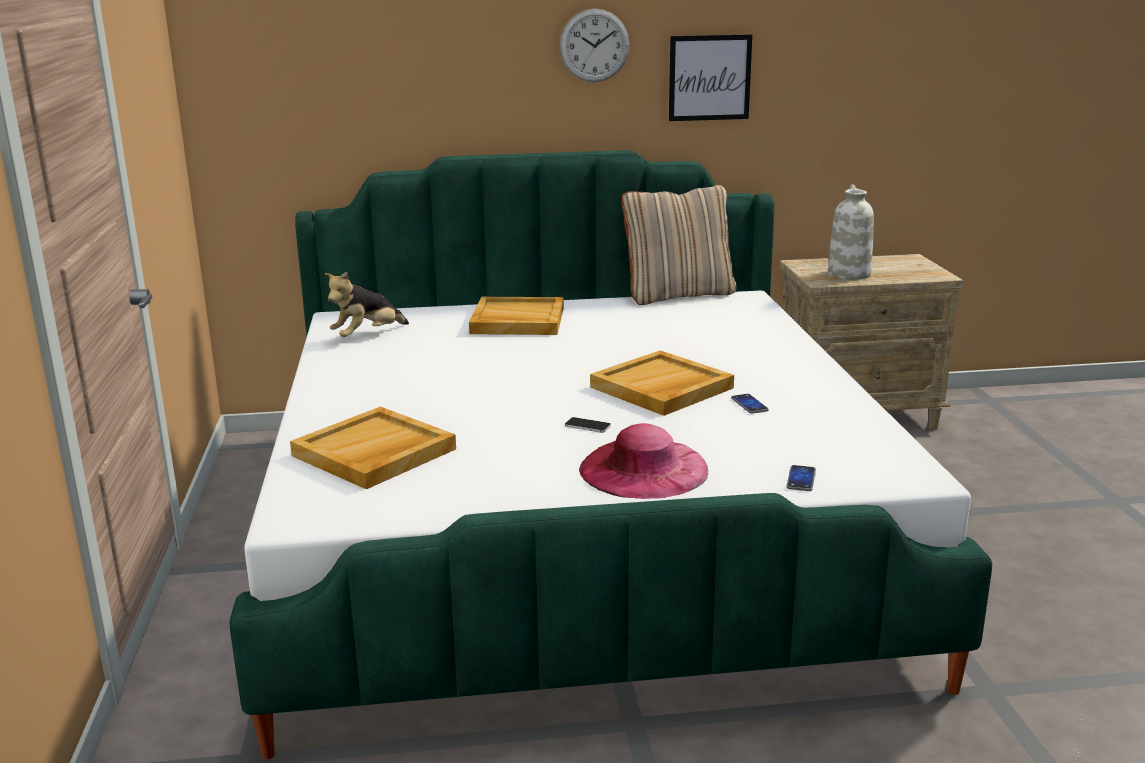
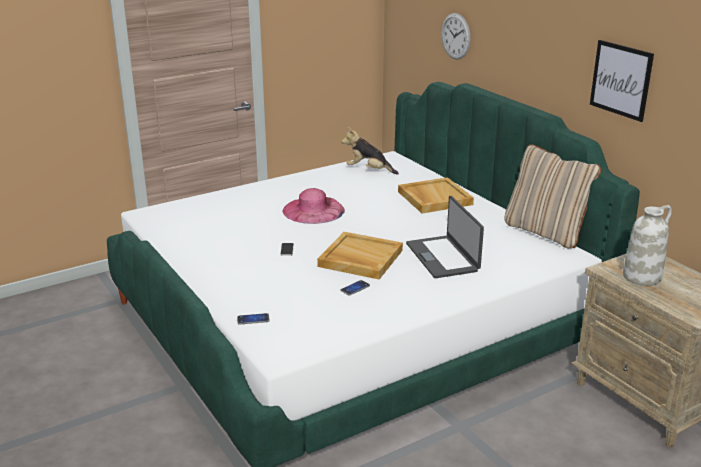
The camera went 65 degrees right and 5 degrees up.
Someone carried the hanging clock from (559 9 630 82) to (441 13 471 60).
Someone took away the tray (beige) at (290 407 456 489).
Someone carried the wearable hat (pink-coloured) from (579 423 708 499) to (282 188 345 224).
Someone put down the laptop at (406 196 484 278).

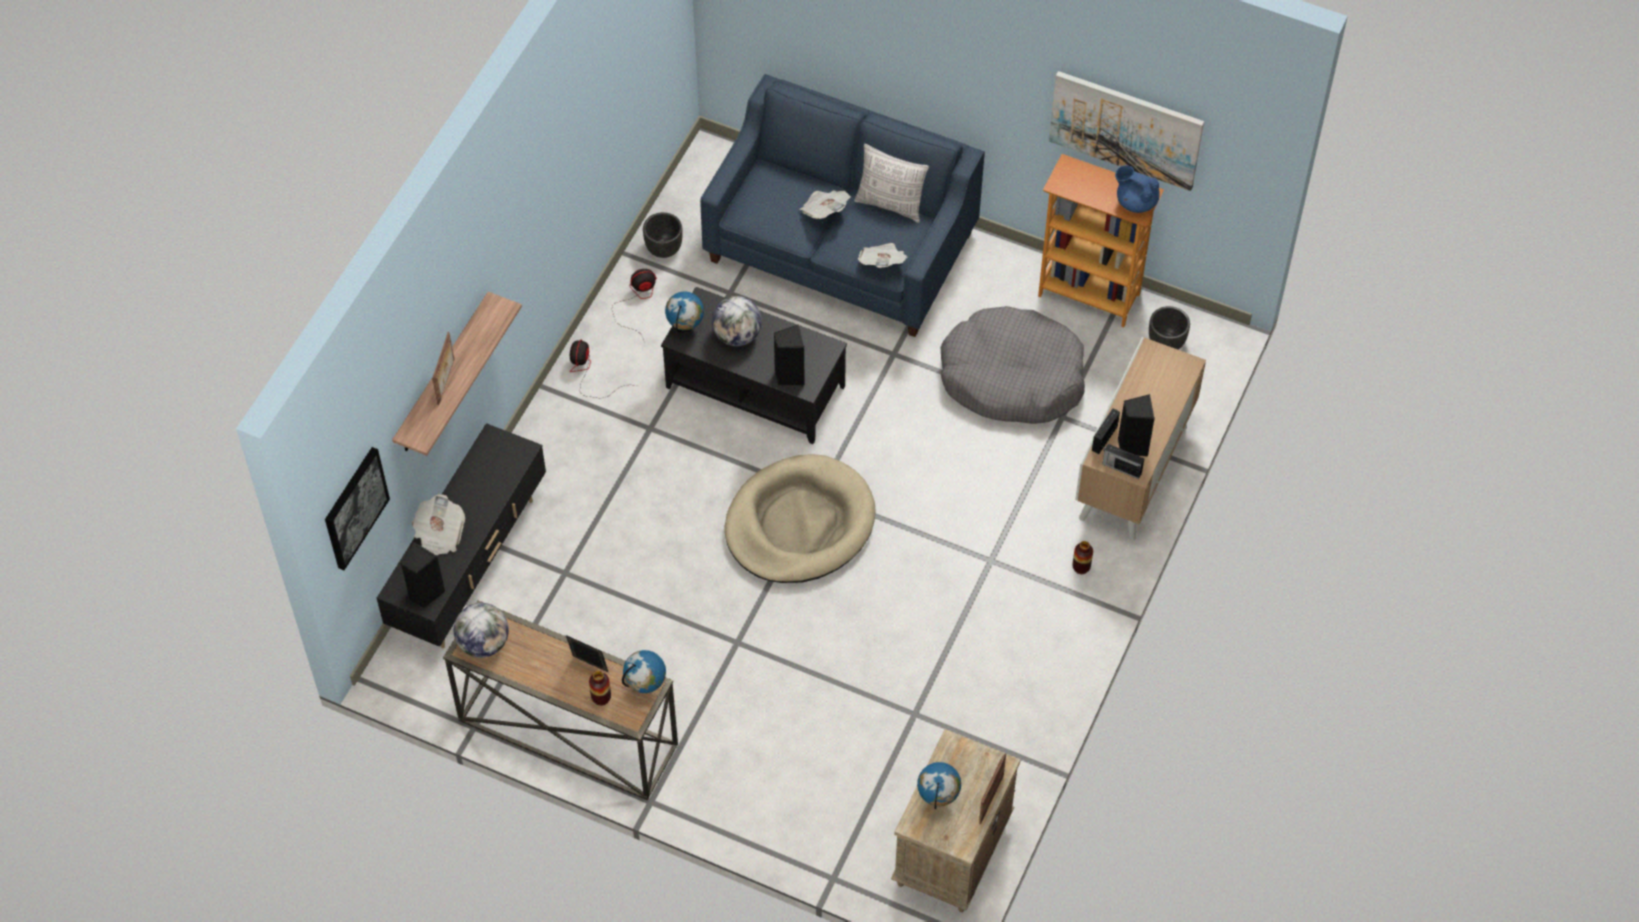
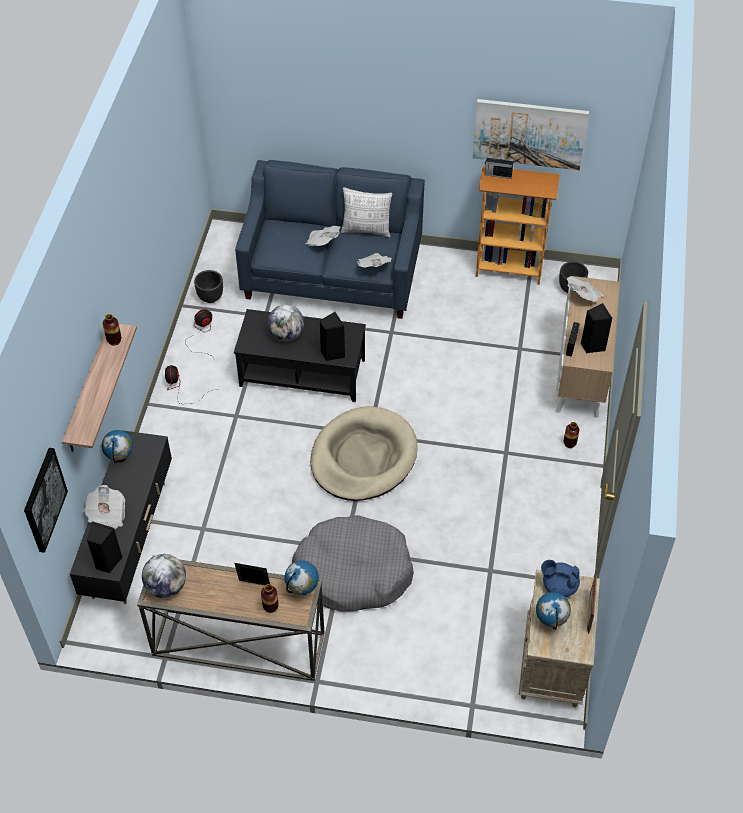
The camera went 15 degrees left and 5 degrees down.
Someone carried the tea pot (bluish) from (1115 165 1160 213) to (541 560 580 597).
Someone carried the world globe from (665 292 704 333) to (102 430 133 463).
Someone carried the pet bed (greyish) from (941 306 1085 424) to (292 515 414 612).
Someone took away the standing frame at (432 332 454 405).
Someone carried the radio set from (1102 444 1144 479) to (485 158 514 179).
Someone put down the daily paper at (567 276 604 302).
Someone put down the flower vase at (103 314 122 345).

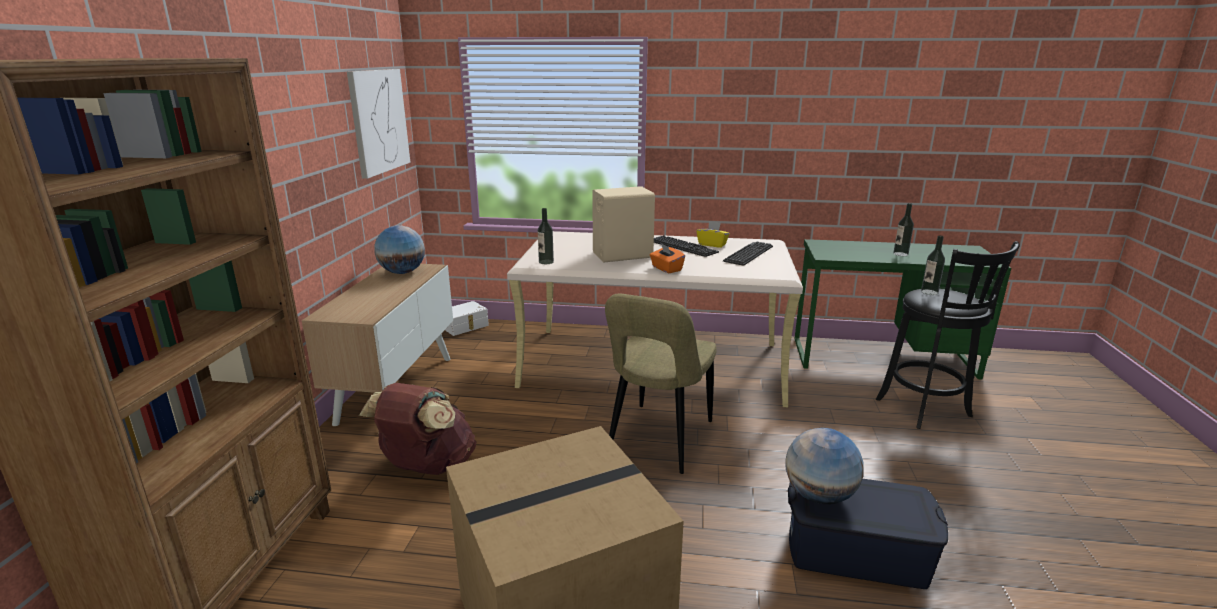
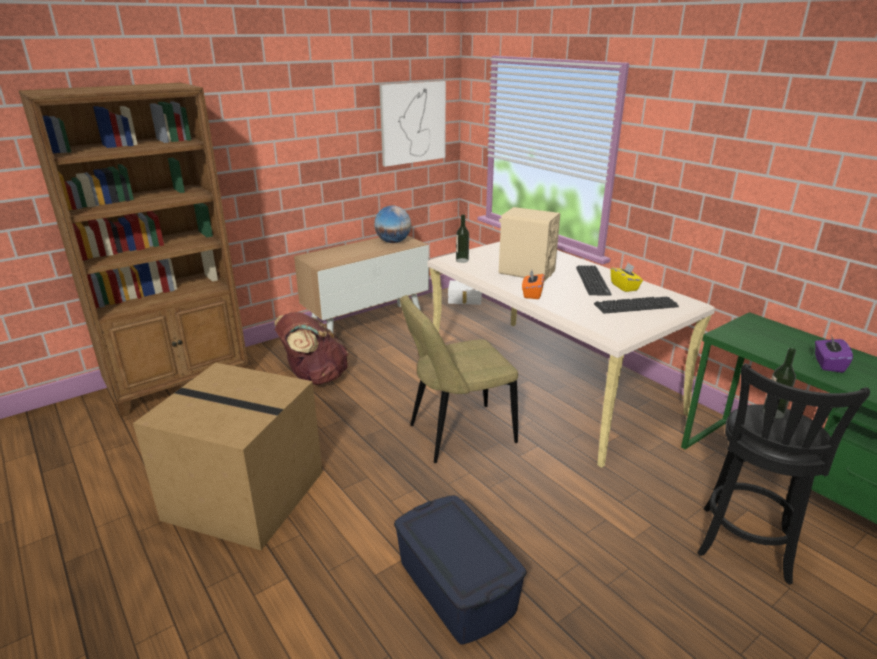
The camera went 45 degrees right and 5 degrees up.
Someone swapped the bottle at (893 203 914 256) for the tissue box (purple-coloured) at (815 335 853 373).
Someone took away the world globe at (785 428 864 504).

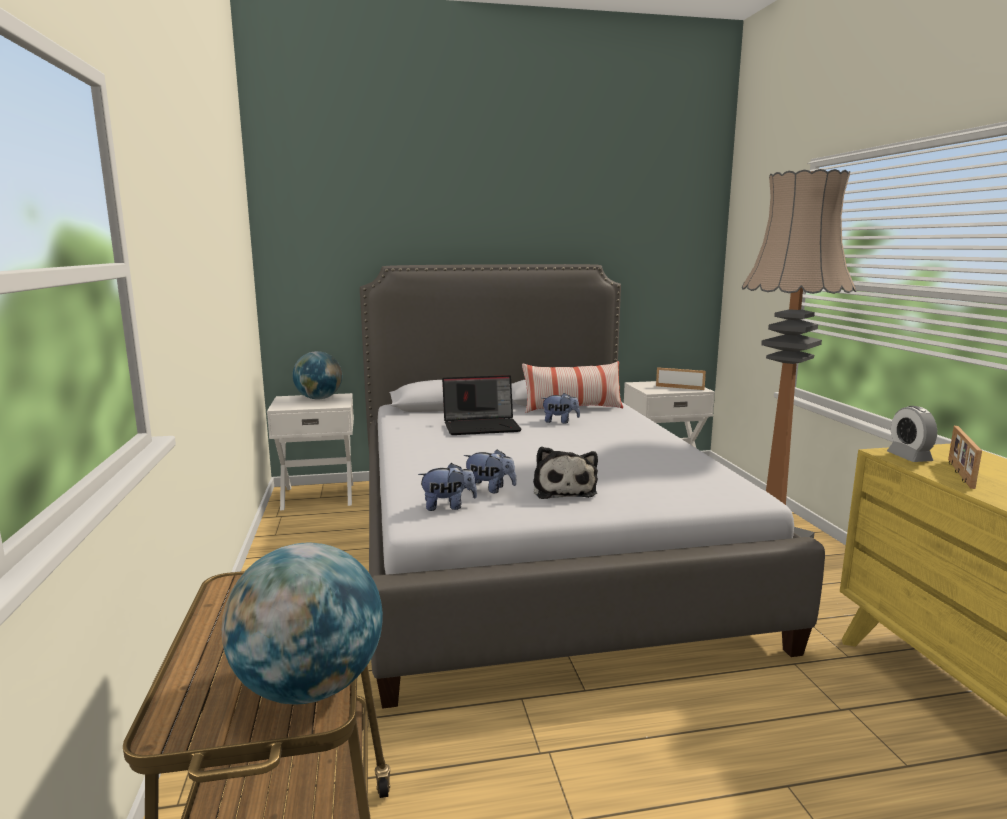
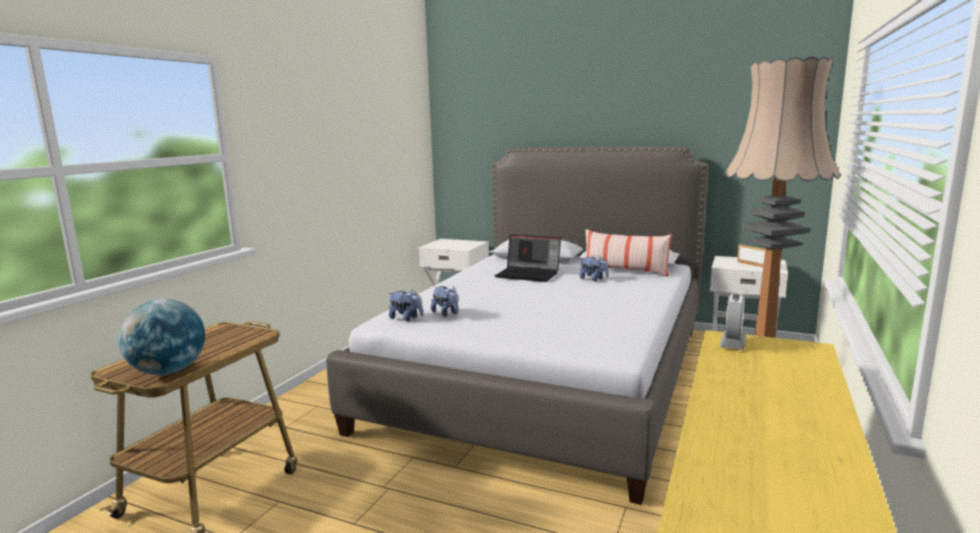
The camera went 35 degrees right and 0 degrees up.
Someone took away the world globe at (293 351 342 399).
Someone took away the standing frame at (948 426 982 489).
Someone took away the plush toy at (533 446 598 499).

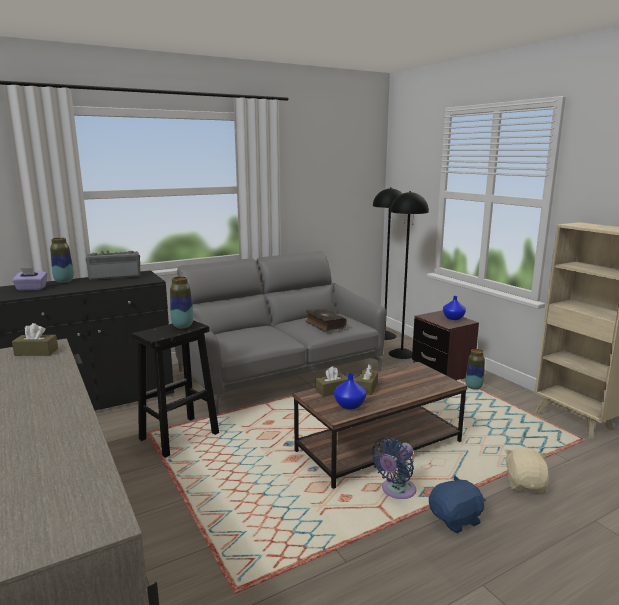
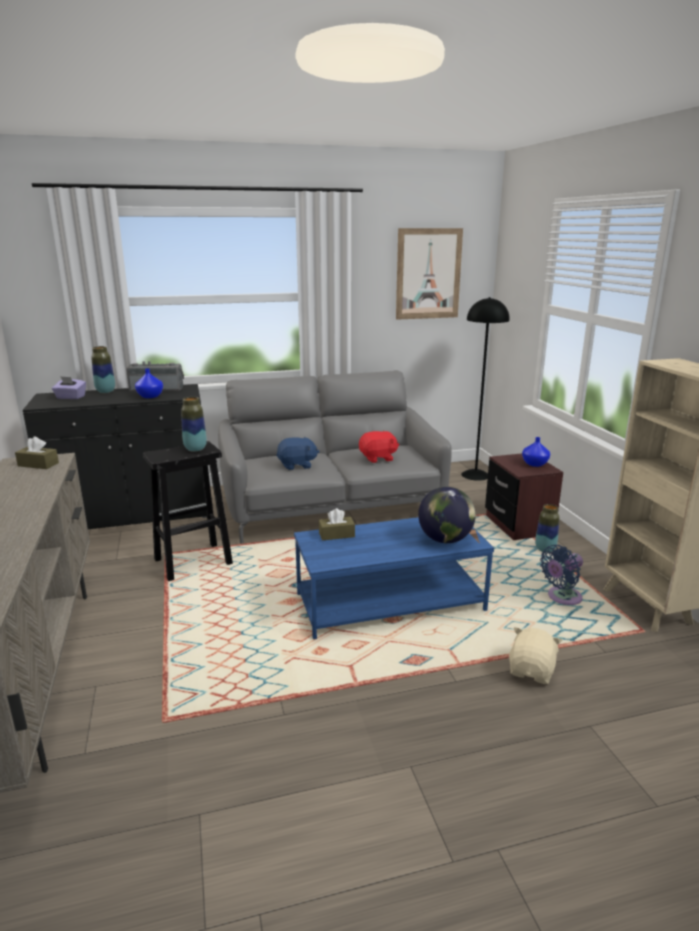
The camera went 15 degrees right and 5 degrees up.
Someone took away the standing lamp (black-coloured) at (389 191 429 359).
Someone swapped the book at (305 309 347 331) for the plush toy (reddish) at (359 430 399 463).
Someone repainted the low table (brown) at (293 362 467 489), which became the low table (bluish) at (294 517 494 639).
Someone took away the tissue box (brown) at (356 364 378 395).
Someone carried the flower vase (bluish) from (334 374 366 409) to (135 368 163 398).
Someone carried the cooling fan (bluish) from (371 437 416 499) to (540 545 583 605).
Someone carried the plush toy (bluish) from (429 476 486 533) to (276 437 320 470).
Someone put up the wall picture at (396 228 463 320).
Someone put down the world globe at (418 487 476 543).

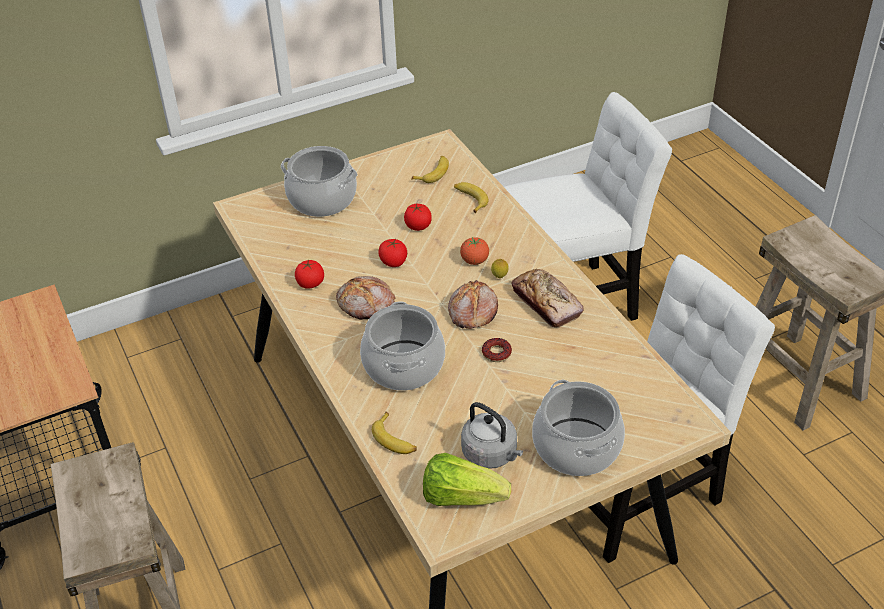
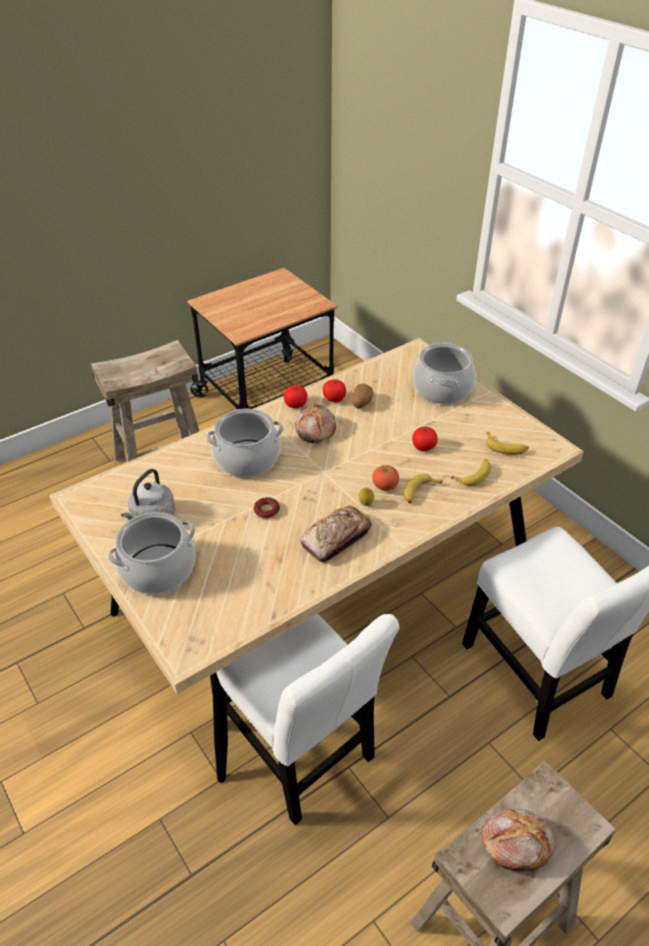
The camera went 80 degrees right and 0 degrees up.
Someone carried the fresh tomato from (378 239 407 267) to (284 385 307 408).
Someone carried the baked bread from (448 280 498 329) to (481 808 556 872).
Someone carried the banana from (372 412 417 454) to (404 474 443 503).
Someone took away the head of lettuce at (423 453 511 506).
Someone put down the spud at (353 384 373 409).

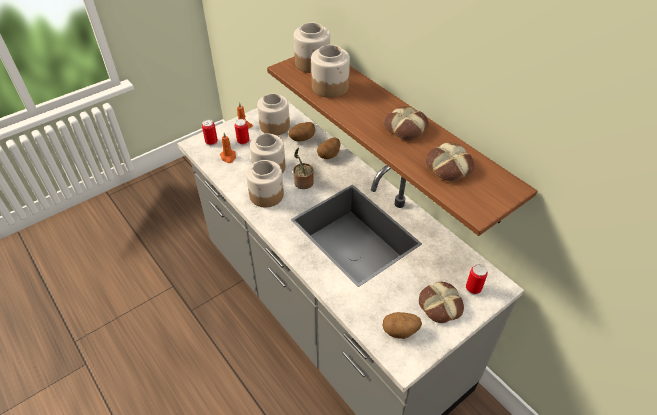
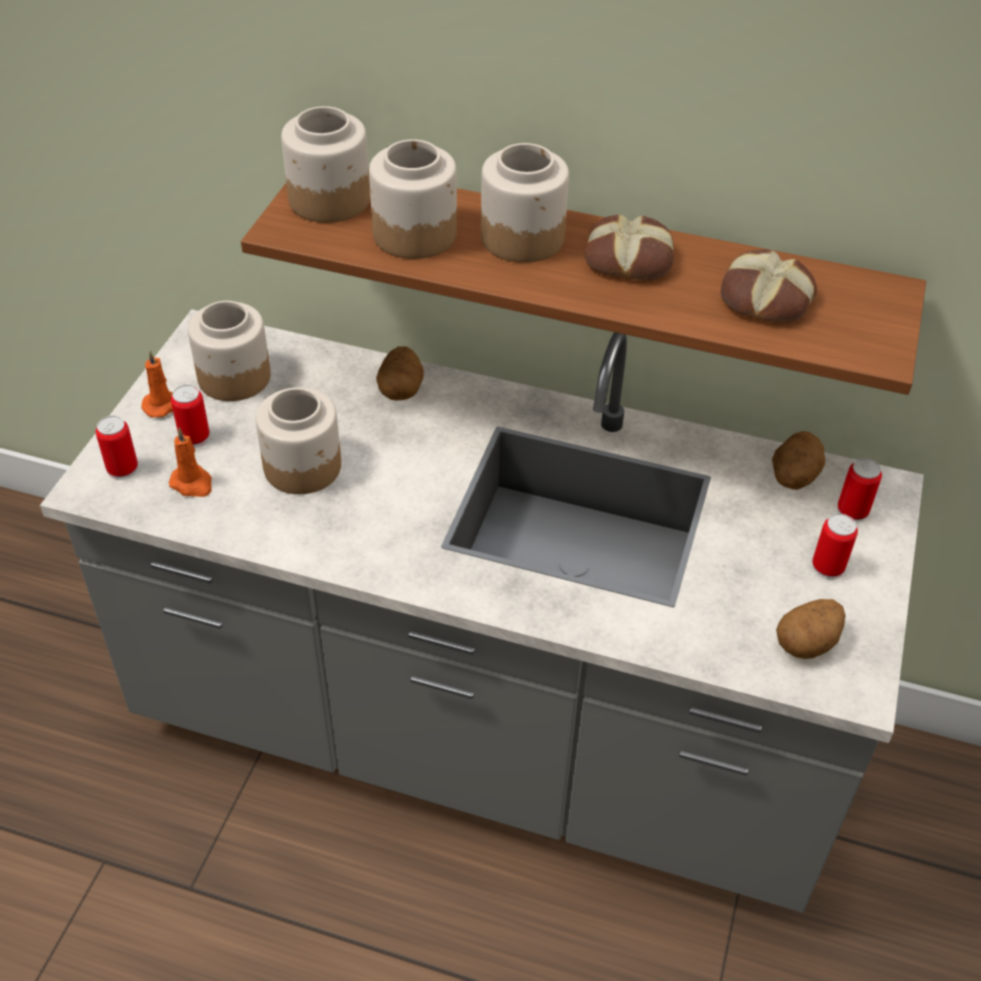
The camera went 35 degrees left and 0 degrees up.
Someone carried the spud from (288 122 315 142) to (772 431 825 490).
Someone took away the potted plant at (293 148 314 189).
Someone carried the preserve jar from (246 160 284 208) to (481 143 569 263).
Someone swapped the baked bread at (419 282 464 323) for the sealed can at (812 514 858 579).

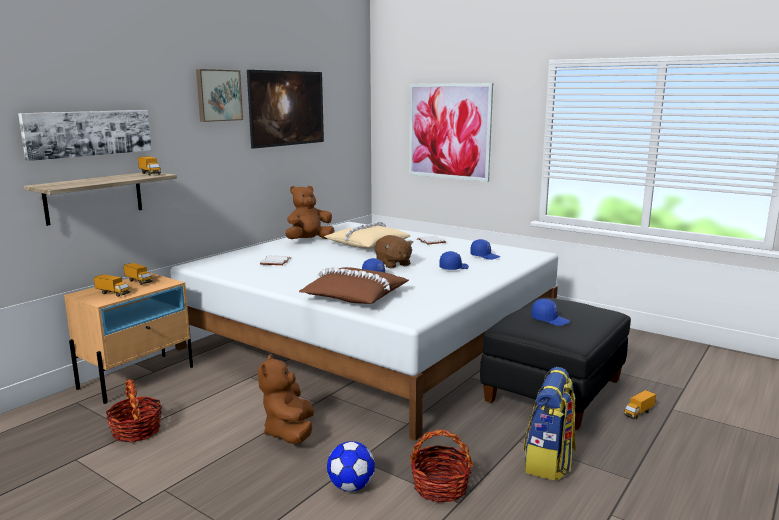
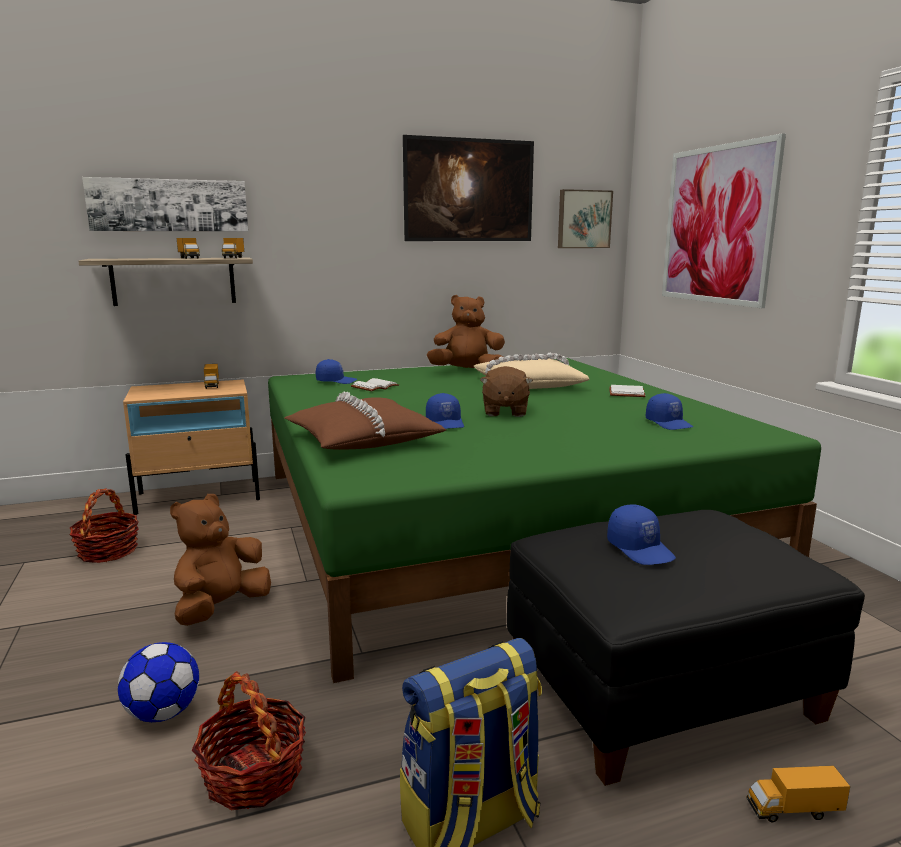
The camera went 35 degrees right and 0 degrees up.
Someone carried the wall picture from (196 69 243 122) to (558 189 613 248).
Someone repainted the bedroom bed (white-coloured) at (170 222 558 441), which became the bedroom bed (greenish) at (268 358 821 683).
Someone carried the cap (bluish) from (439 251 469 270) to (316 359 357 384).
Someone carried the toy truck from (94 274 130 297) to (177 238 200 259).

